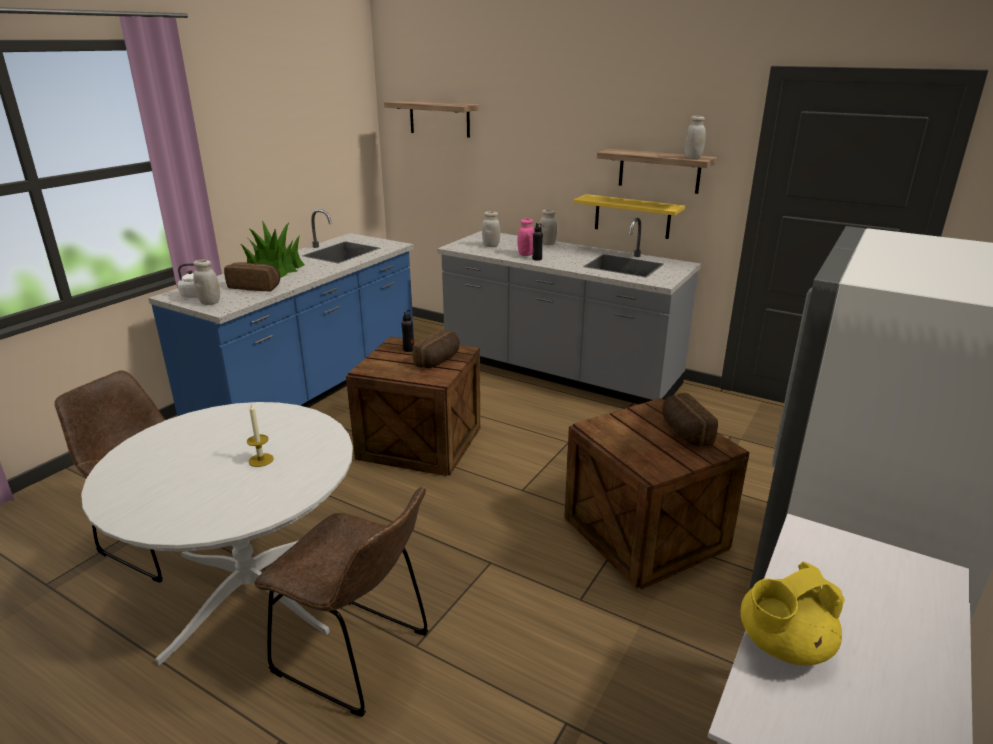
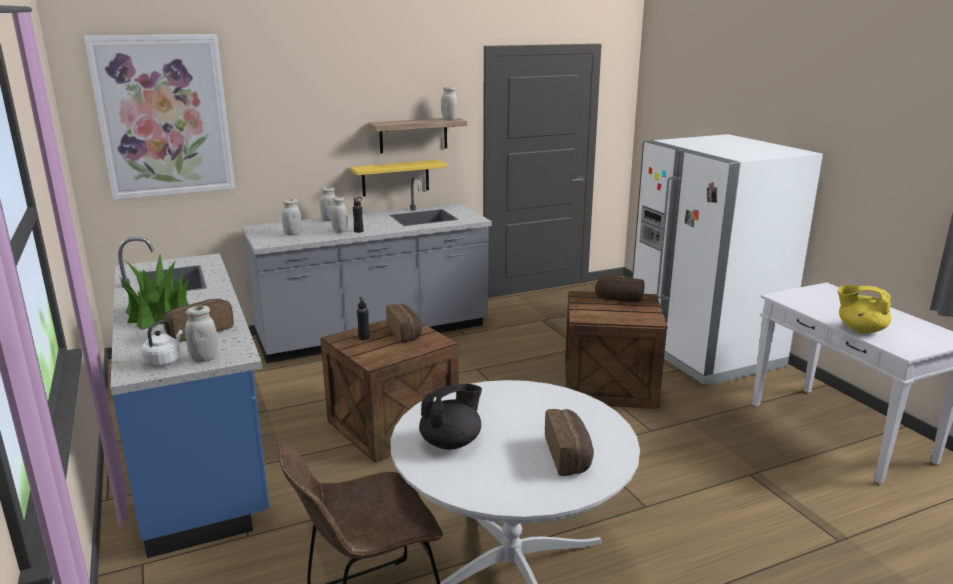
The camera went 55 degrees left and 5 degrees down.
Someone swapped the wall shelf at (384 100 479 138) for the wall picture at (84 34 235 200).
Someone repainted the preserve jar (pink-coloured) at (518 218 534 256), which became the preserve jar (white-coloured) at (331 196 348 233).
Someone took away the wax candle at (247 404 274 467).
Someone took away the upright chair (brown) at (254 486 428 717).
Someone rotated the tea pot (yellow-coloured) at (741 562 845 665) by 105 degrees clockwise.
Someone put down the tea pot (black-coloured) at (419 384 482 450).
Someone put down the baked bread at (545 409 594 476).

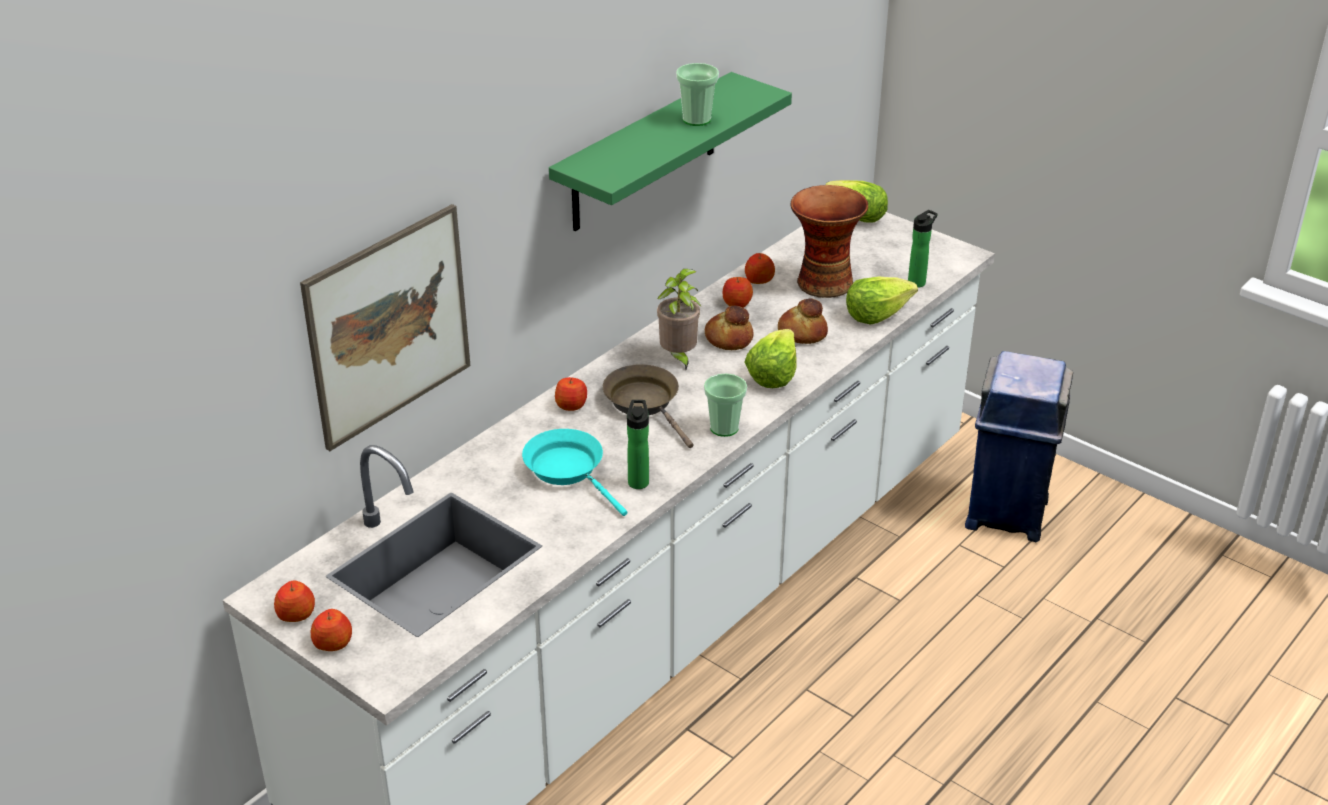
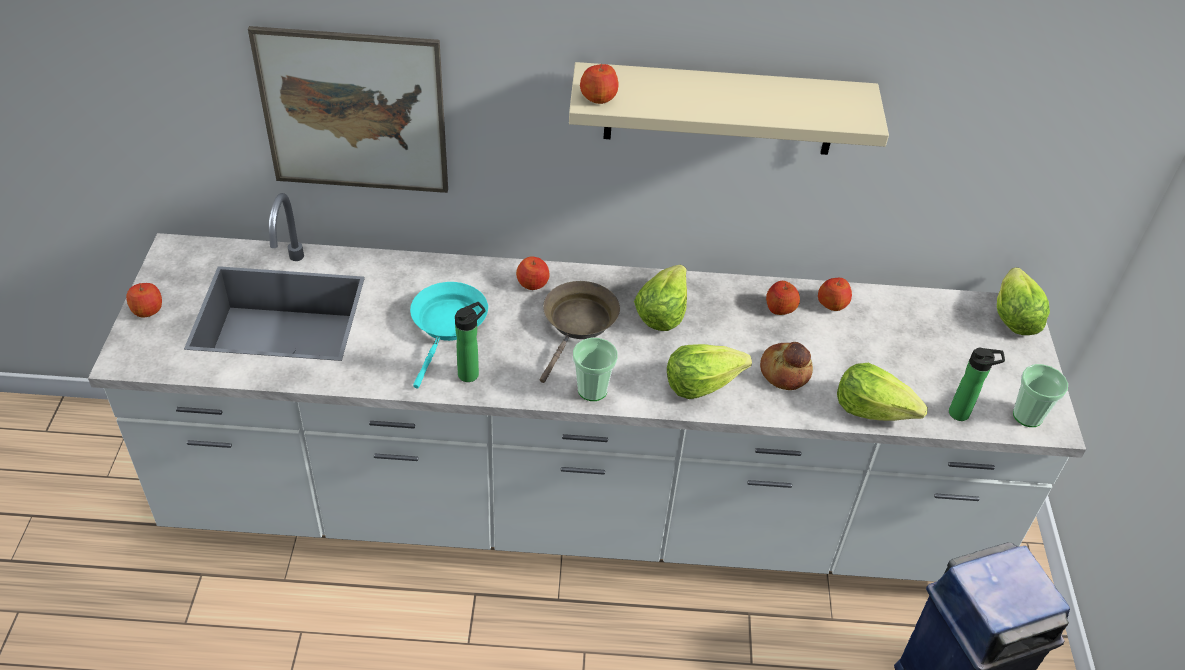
The camera went 50 degrees right and 10 degrees up.
Someone carried the small cup from (676 63 719 126) to (1013 364 1068 427).
Someone repainted the wall shelf (greenish) at (549 72 792 231), which became the wall shelf (beige) at (569 62 889 155).
Someone took away the flower vase at (791 185 868 298).
Someone swapped the potted plant at (657 269 701 369) for the head of lettuce at (634 265 687 331).
Someone took away the baked bread at (705 306 754 350).
Someone carried the apple fruit from (274 581 315 622) to (580 64 619 104).

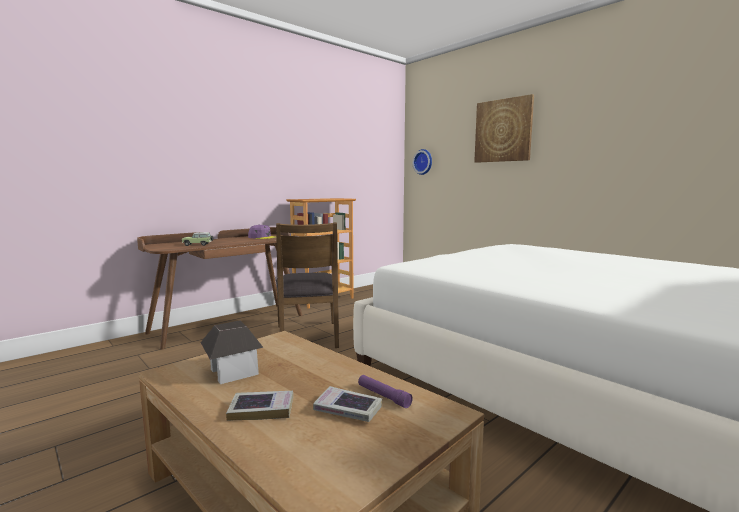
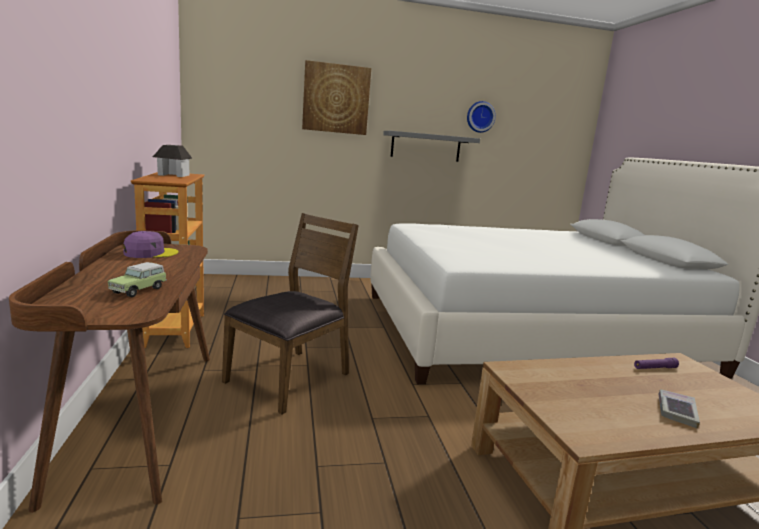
The camera went 60 degrees left and 5 degrees up.
Someone carried the hanging clock from (412 149 432 175) to (467 101 496 133).
Someone rotated the upright chair (brown) at (276 222 339 348) by 75 degrees counterclockwise.
Someone carried the miniature house from (200 320 264 384) to (153 145 192 177).
Someone took away the book at (313 386 382 422).
Someone put up the wall shelf (greyish) at (383 131 480 162).

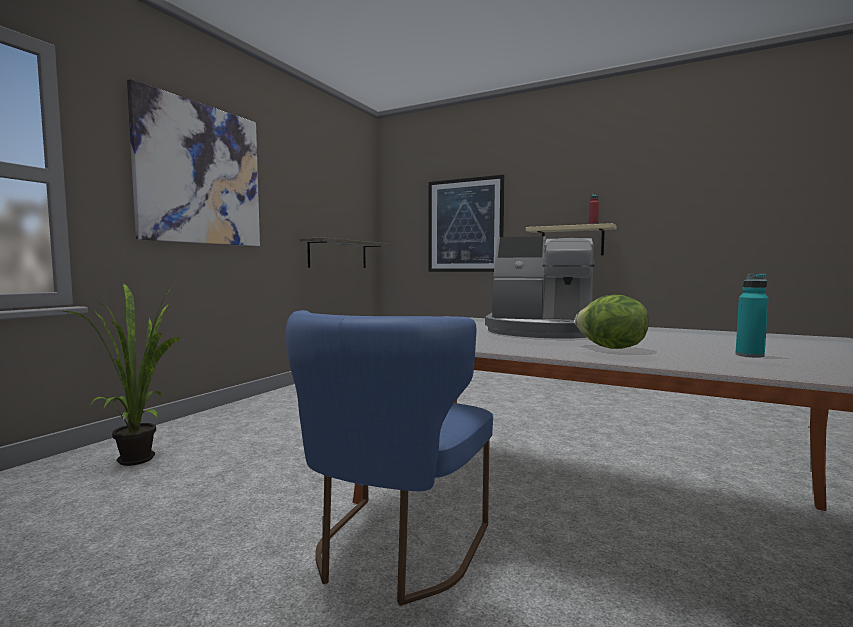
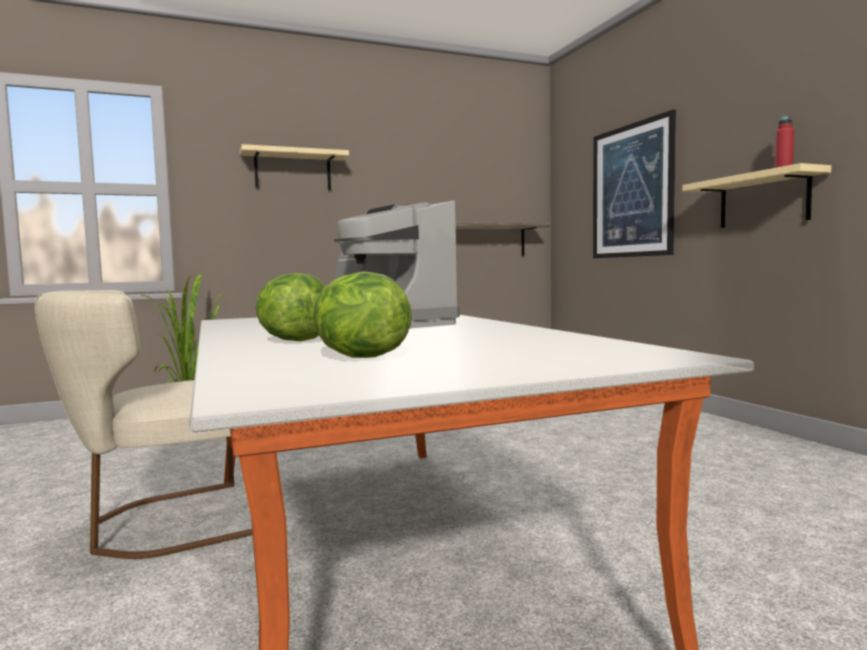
The camera went 40 degrees right and 0 degrees up.
Someone swapped the wall picture at (127 79 260 246) for the wall shelf (beige) at (239 144 349 190).
Someone swapped the bottle (turquoise) at (735 274 768 358) for the head of lettuce at (313 272 412 358).
Someone repainted the upright chair (bluish) at (285 310 493 606), which became the upright chair (beige) at (35 290 252 559).

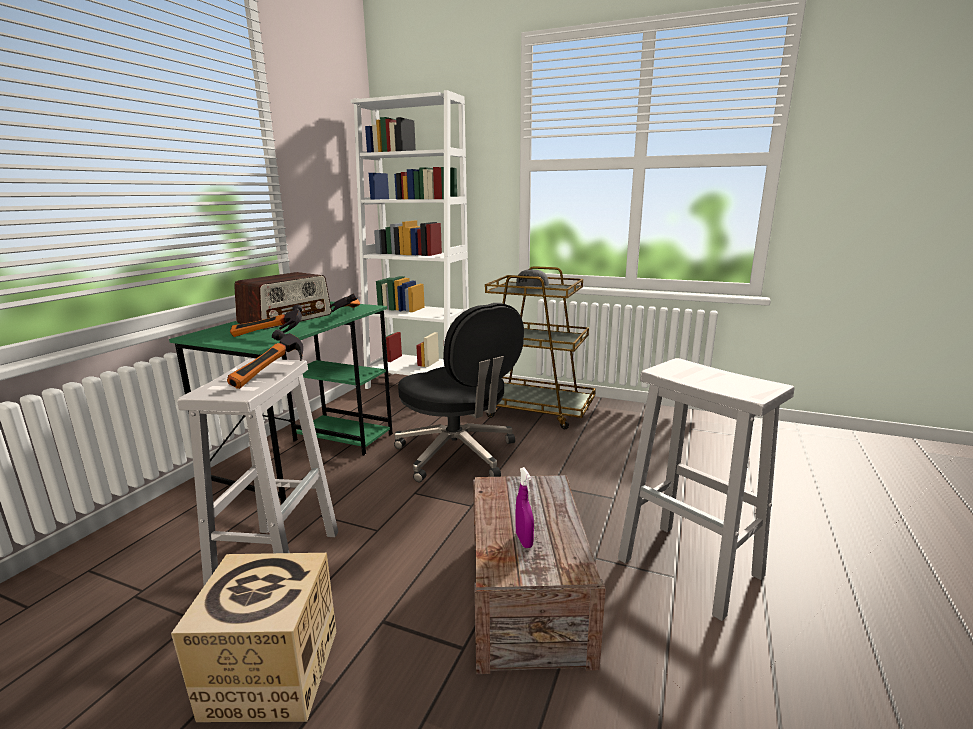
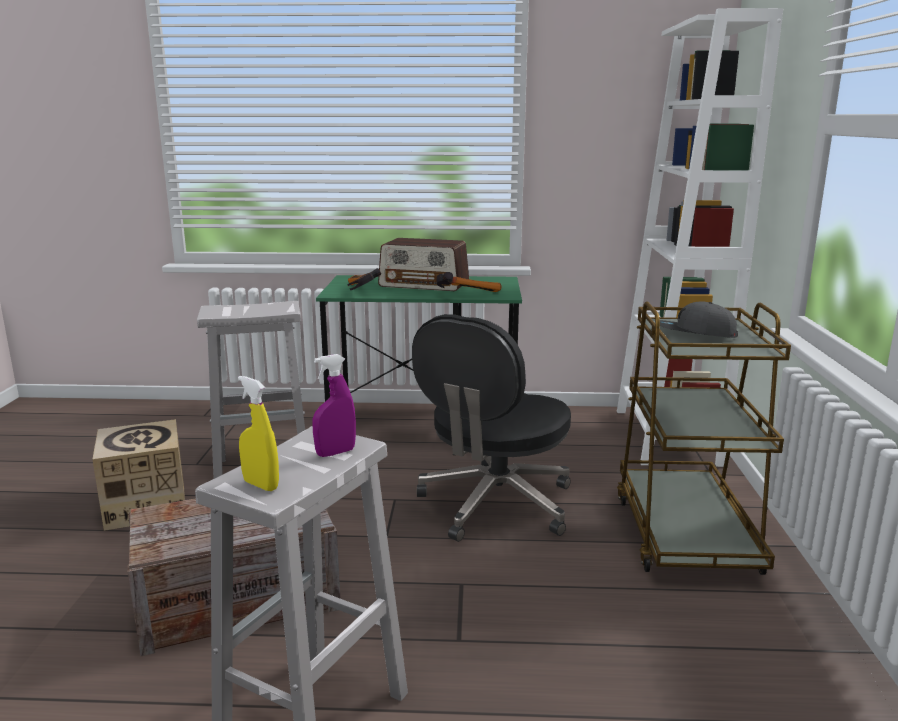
The camera went 70 degrees right and 0 degrees up.
Someone took away the hammer at (227 329 303 389).
Someone carried the spray bottle (purple-coloured) from (515 467 534 548) to (312 354 356 457).
Someone put down the spray bottle (yellow-coloured) at (238 376 279 491).

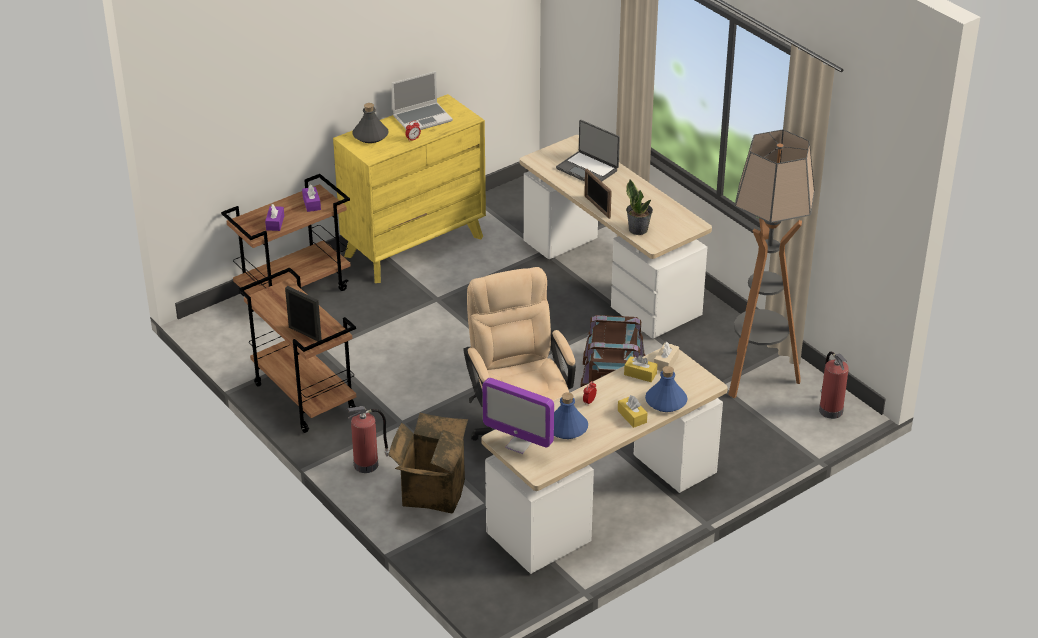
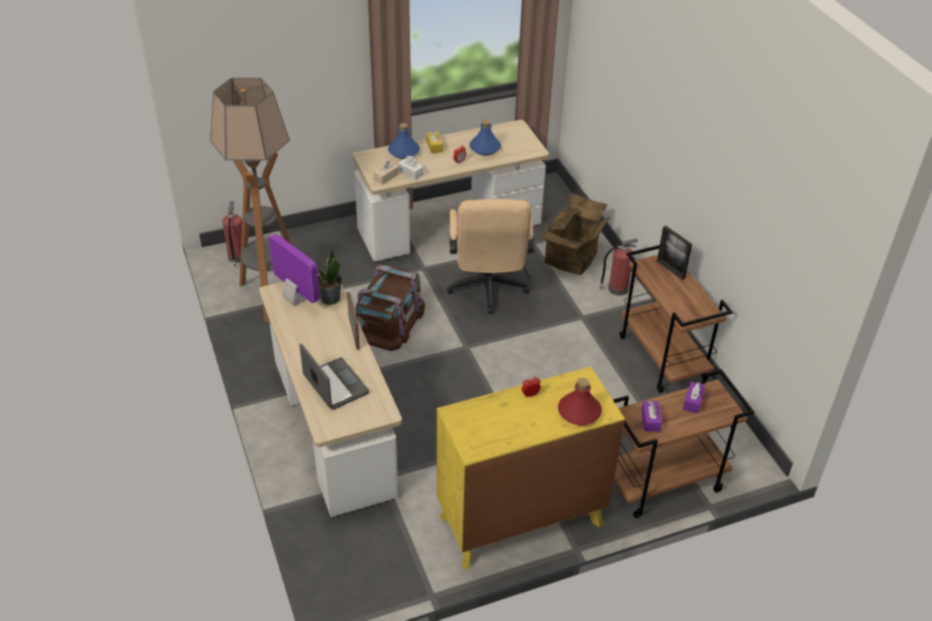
The camera went 165 degrees left and 5 degrees up.
Someone took away the laptop at (392 71 453 130).
Someone repainted the bottle (greyish) at (352 103 389 143), which became the bottle (reddish) at (558 378 602 425).
Someone repainted the tissue box (yellow-coloured) at (624 355 657 382), which became the tissue box (white-coloured) at (398 156 424 180).
Someone carried the monitor from (482 378 554 454) to (268 234 320 305).

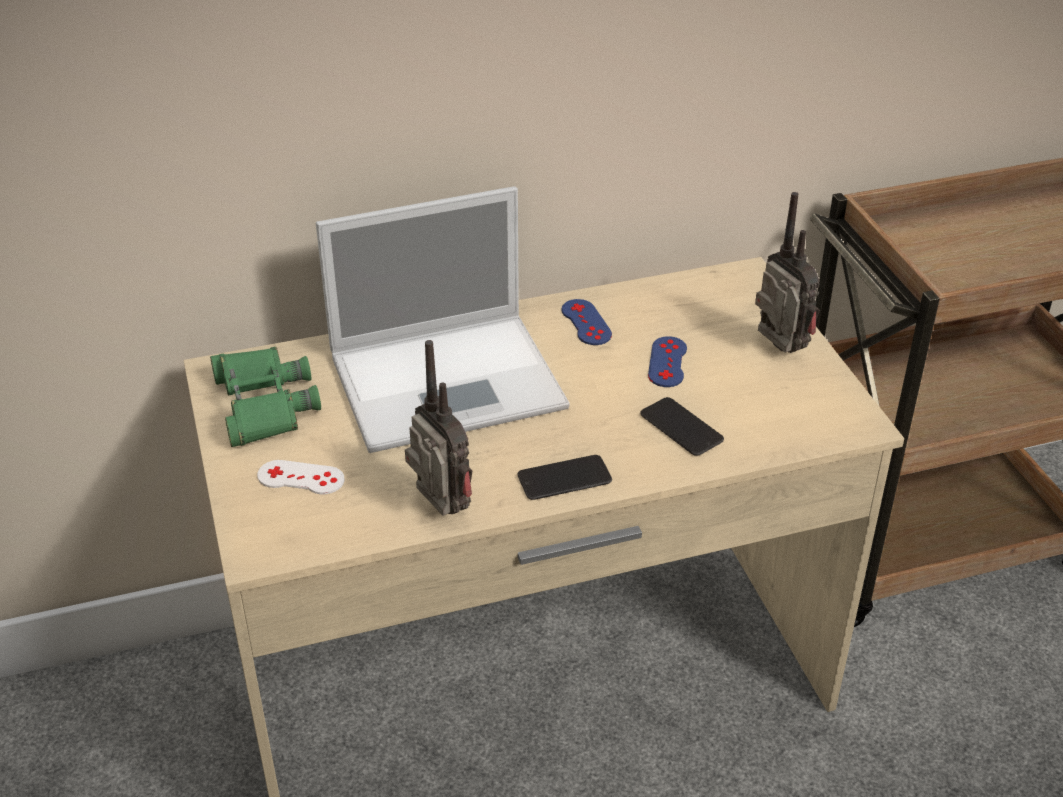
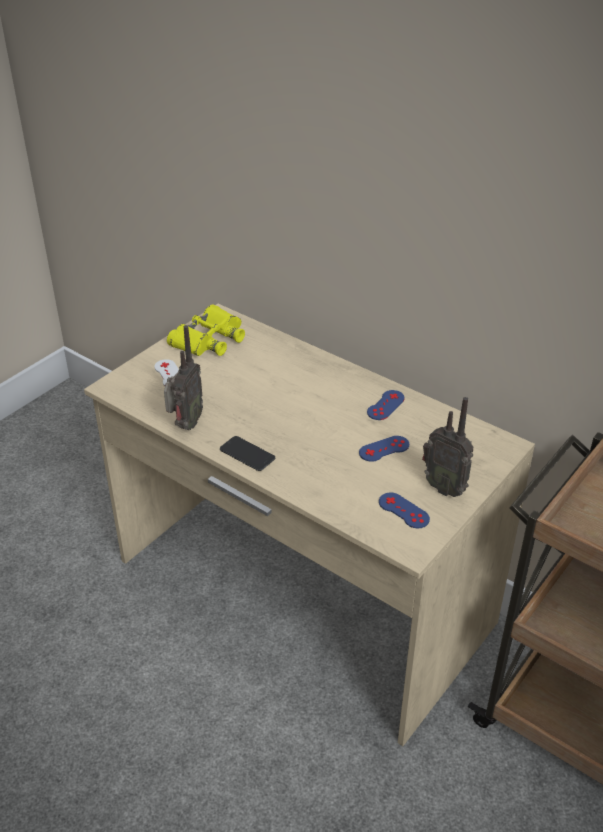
The camera went 55 degrees right and 0 degrees up.
Someone took away the laptop at (316 186 570 453).
Someone rotated the radio set at (755 192 820 353) by 105 degrees clockwise.
Someone repainted the field glasses (greenish) at (210 347 321 447), which became the field glasses (yellow-coloured) at (167 305 245 356).
Someone took away the phone at (640 397 724 456).
Someone put down the joypad (bluish) at (379 493 430 528).

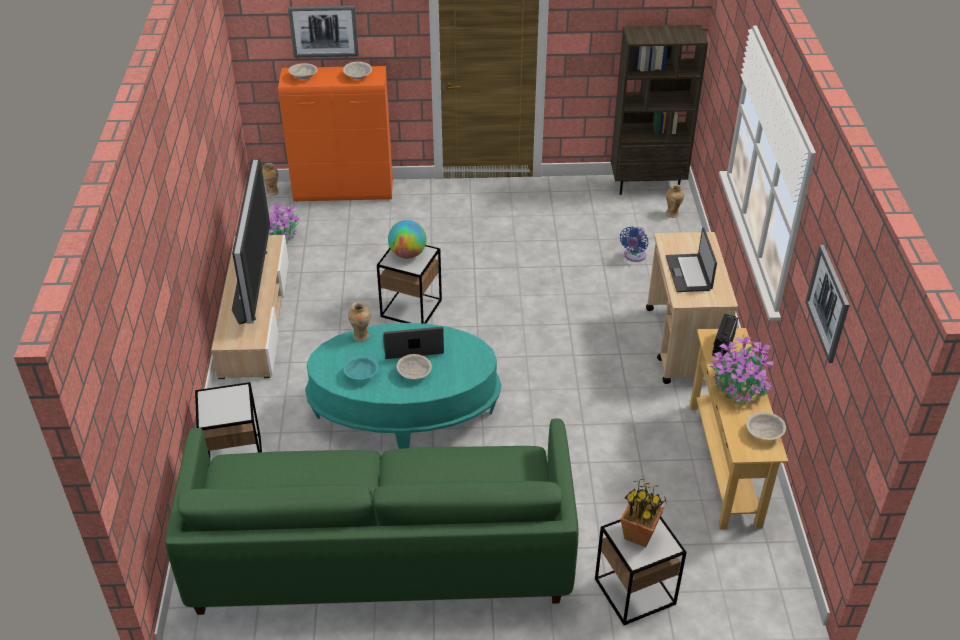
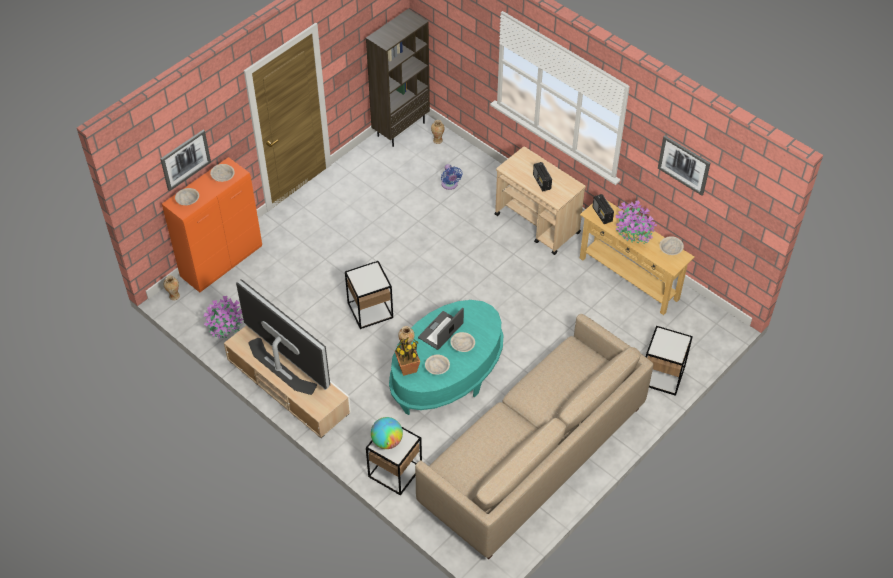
The camera went 45 degrees left and 10 degrees up.
Someone carried the world globe from (388 220 427 259) to (371 417 403 449).
Someone swapped the laptop at (666 228 717 292) for the radio set at (533 162 552 192).
Someone repainted the bowl (turquoise) at (343 356 379 380), which became the bowl (beige) at (425 355 450 375).
Someone repainted the couch (greenish) at (165 418 578 615), which became the couch (beige) at (415 314 654 559).
Someone carried the potted plant from (620 479 667 547) to (395 337 420 376).

